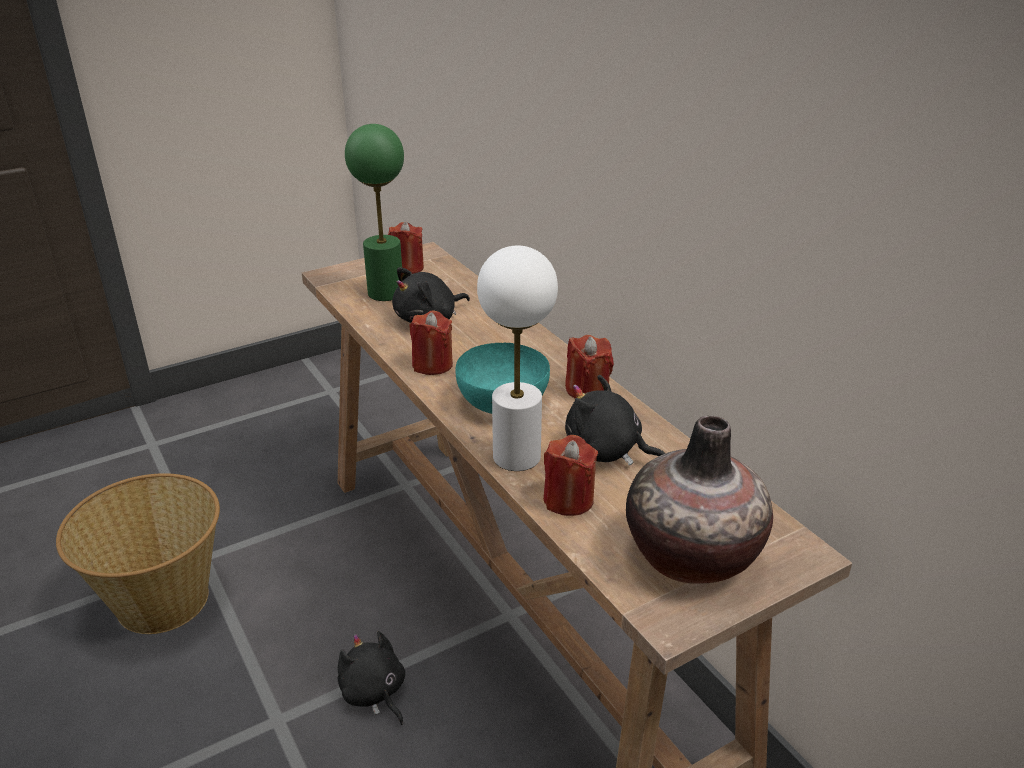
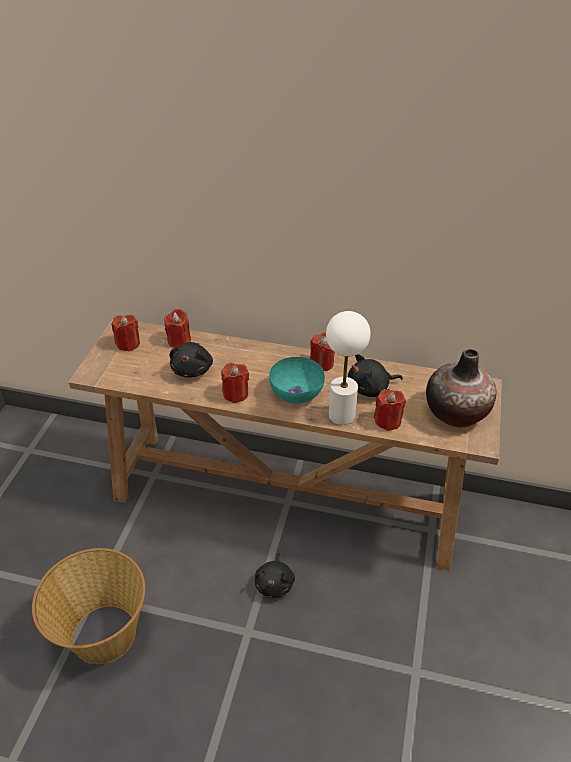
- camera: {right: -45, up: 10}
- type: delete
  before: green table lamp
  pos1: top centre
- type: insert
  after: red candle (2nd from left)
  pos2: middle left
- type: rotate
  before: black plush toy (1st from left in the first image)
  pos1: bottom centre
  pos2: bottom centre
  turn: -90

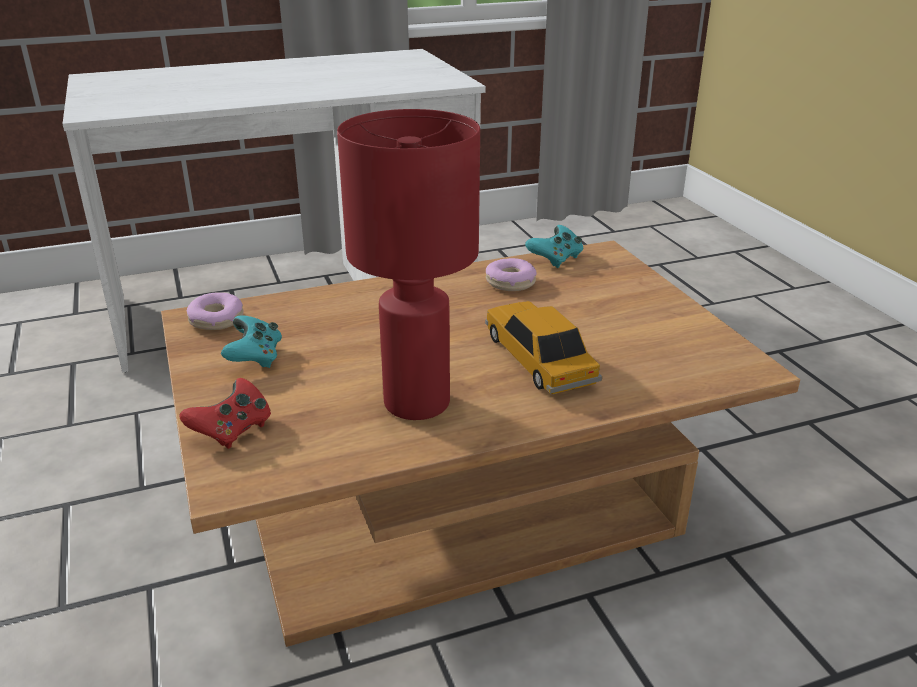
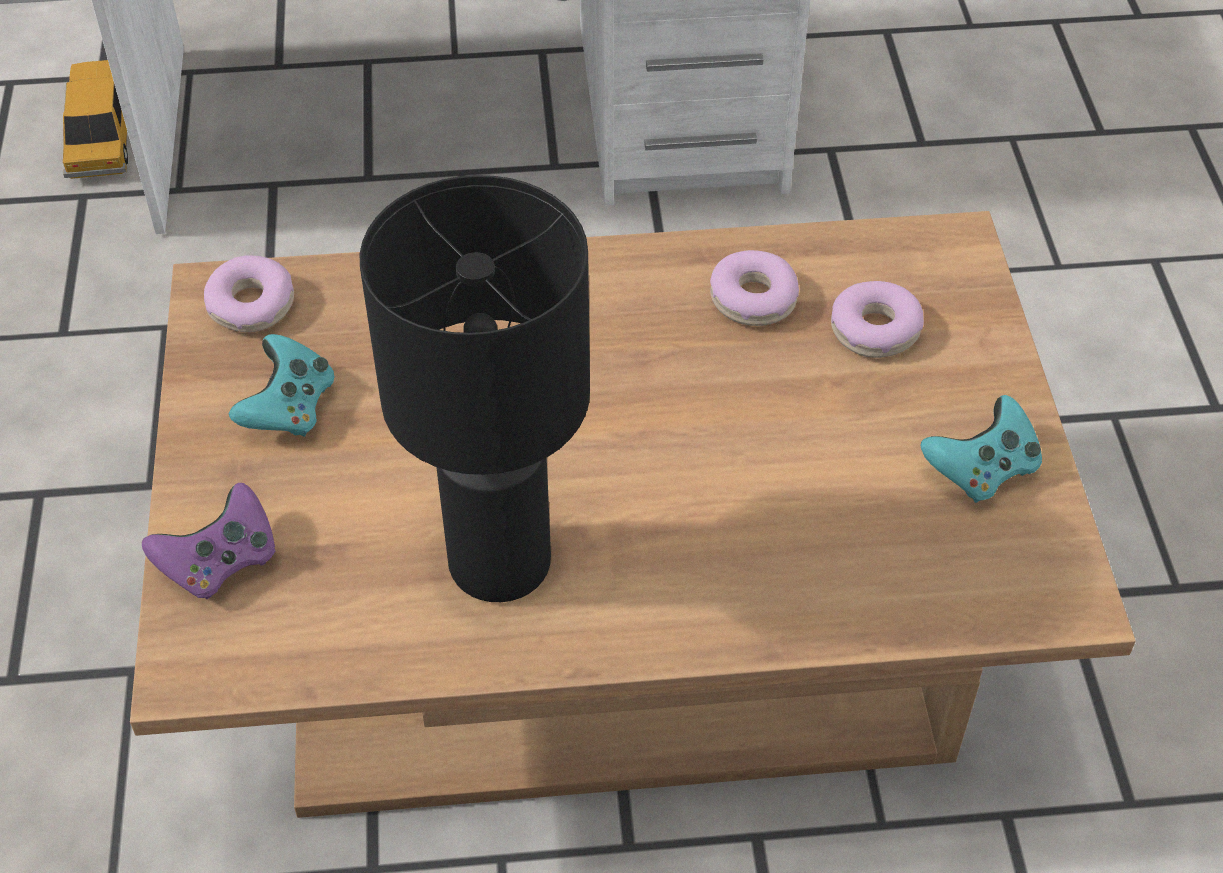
- camera: {right: 15, up: 20}
- type: insert
  after: donut (3rd from left)
  pos2: middle right
- type: move
  before: toy car
  pos1: centre
  pos2: top left
- type: move
  before: turquoise game controller (2nd from left)
  pos1: centre
  pos2: middle right
- type: recolor
  before: red game controller
  after: purple game controller
  pos1: middle left
  pos2: middle left
- type: recolor
  before: red table lamp
  after: black table lamp
  pos1: centre
  pos2: centre

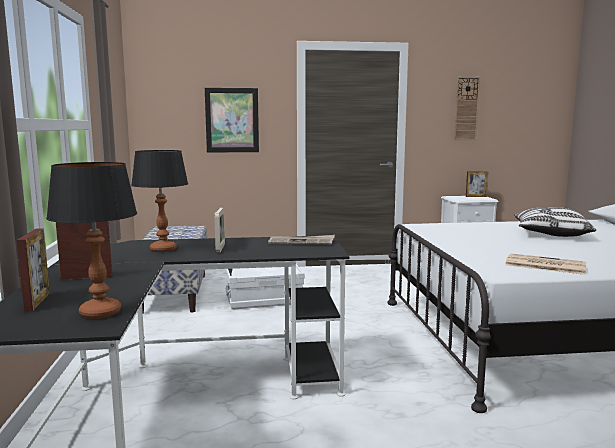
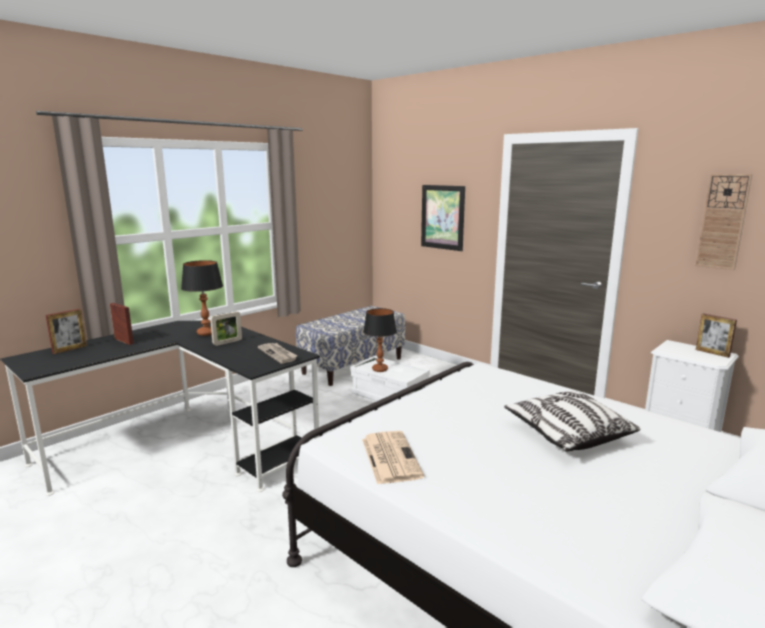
- camera: {right: 50, up: 5}
- type: move
  before: table lamp (1st from left in the first image)
  after: table lamp (2nd from left)
  pos1: middle left
  pos2: centre

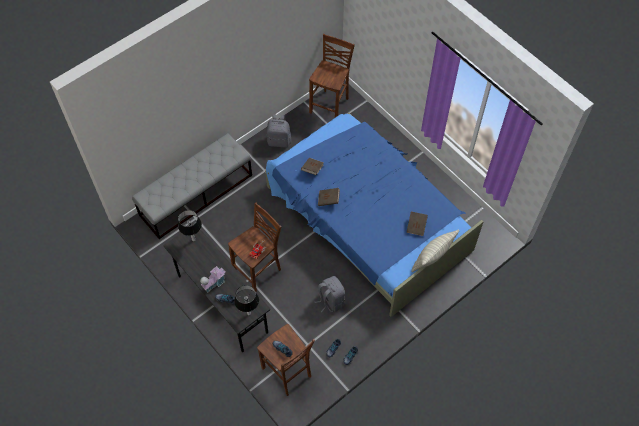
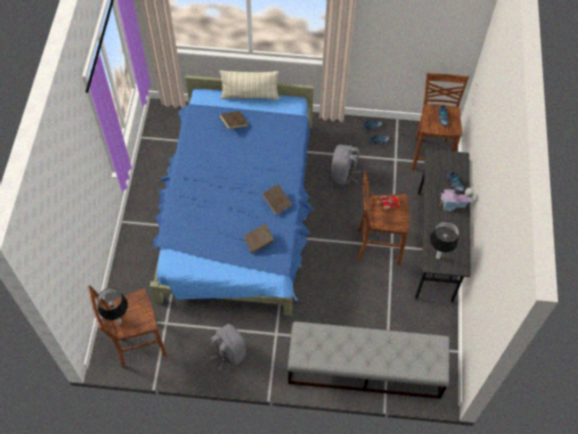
- camera: {right: -135, up: 0}
- type: move
  before: table lamp (2nd from left in the first image)
  after: table lamp (1st from left)
  pos1: bottom centre
  pos2: bottom left

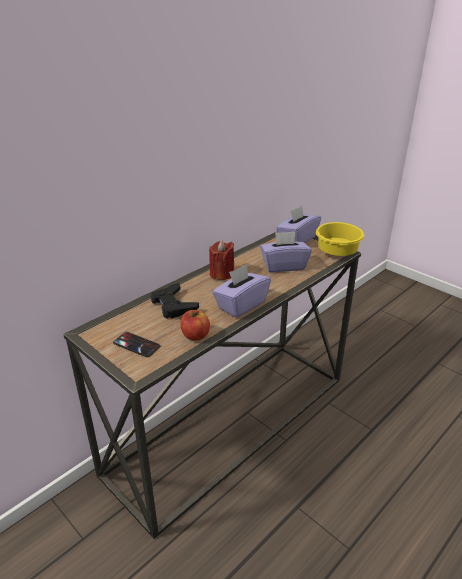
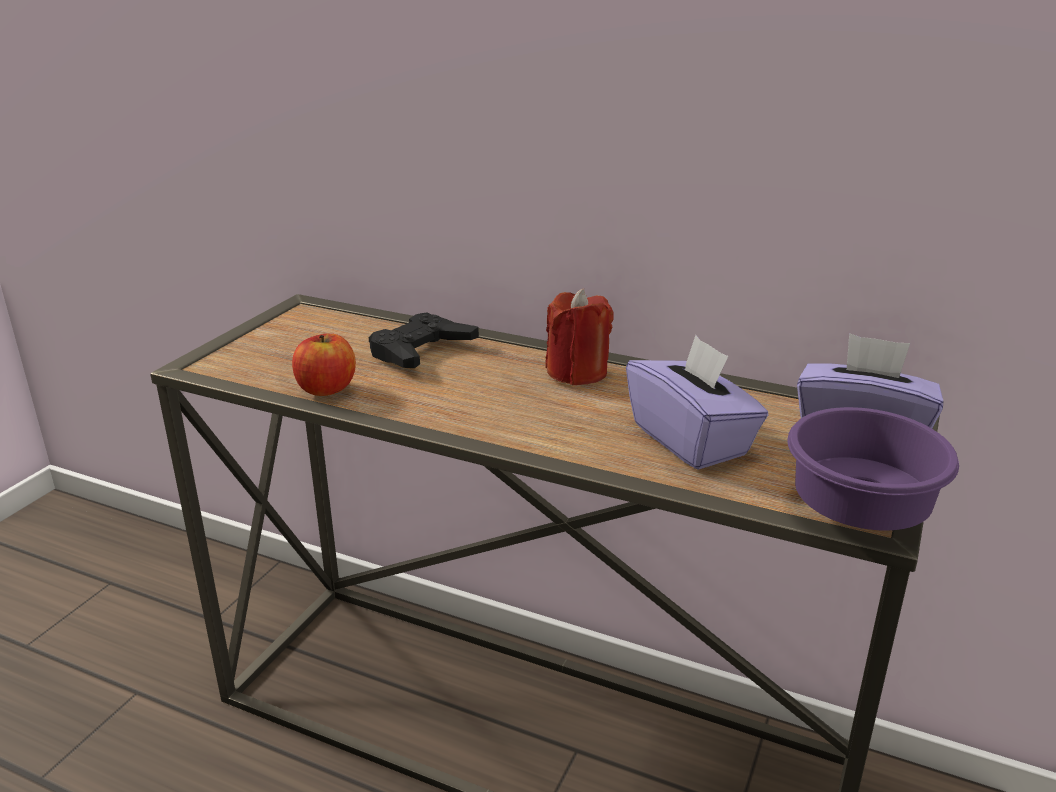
- camera: {right: 70, up: -5}
- type: delete
  before: phone
  pos1: middle left
- type: delete
  before: purple tissue box (1st from left)
  pos1: centre
- type: recolor
  before: yellow bowl
  after: purple bowl
  pos1: middle right
  pos2: middle right

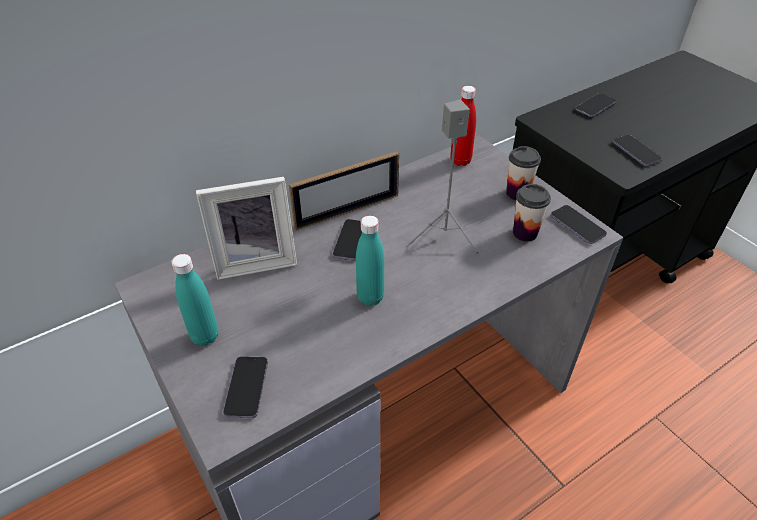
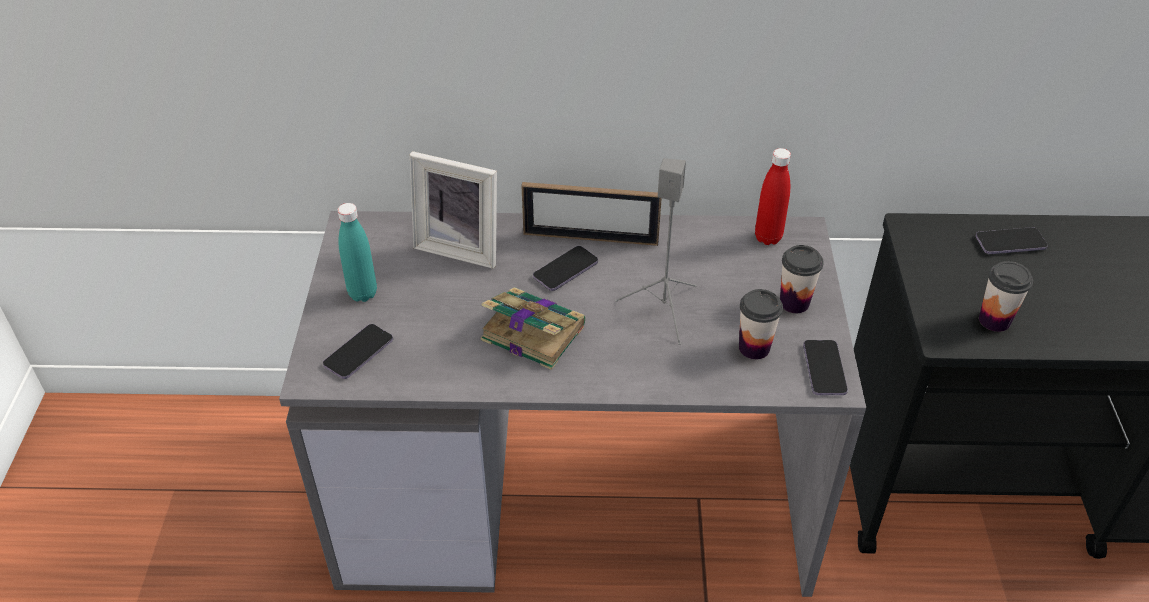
- camera: {right: 35, up: 0}
- type: replace
  before: turquoise bottle (2nd from left)
  after: book
  pos1: centre
  pos2: centre
- type: replace
  before: phone (5th from left)
  after: cup (3rd from left)
  pos1: top right
  pos2: middle right

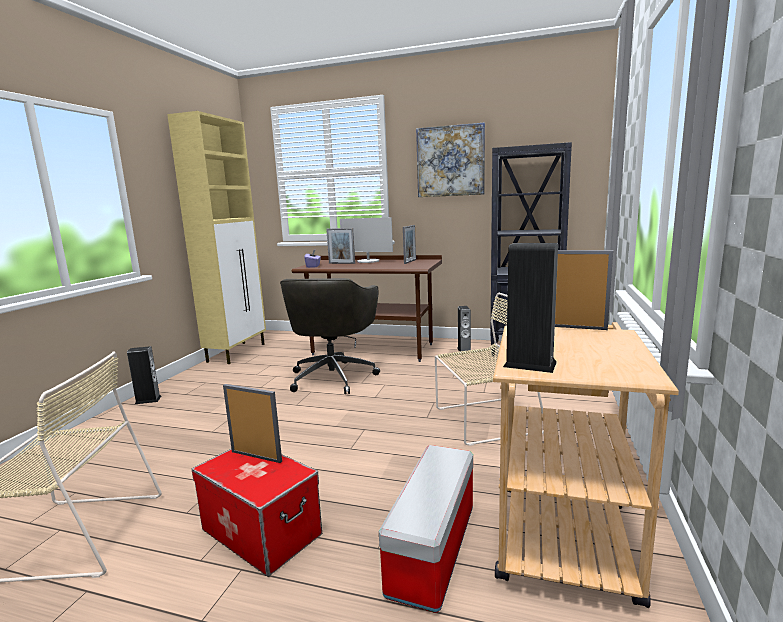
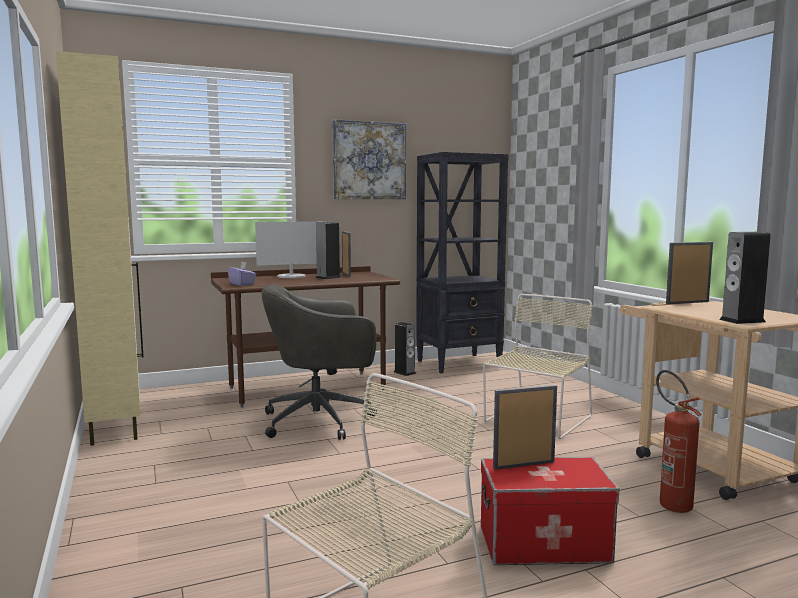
- camera: {right: -40, up: -5}
- type: delete
  before: picture frame (2nd from left)
  pos1: centre
- type: move
  before: speaker (1st from left)
  pos1: middle left
  pos2: centre
- type: replace
  before: storage box (2nd from left)
  after: fire extinguisher
  pos1: bottom centre
  pos2: bottom right
- type: rotate
  before: grey office chair
  pos1: centre
  pos2: centre
  turn: 105

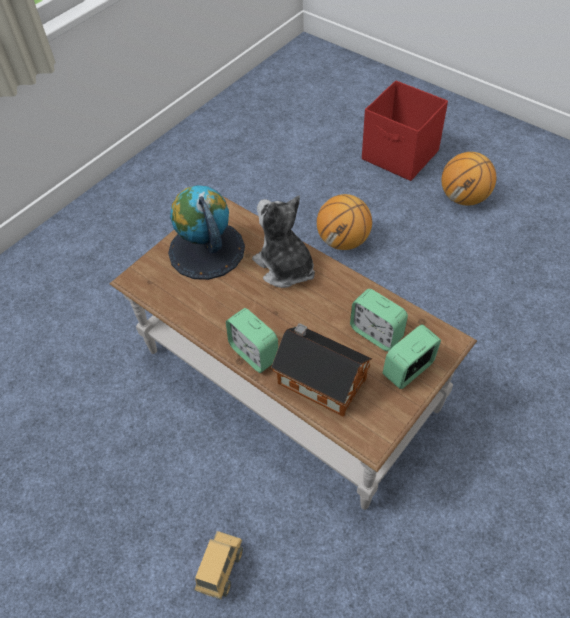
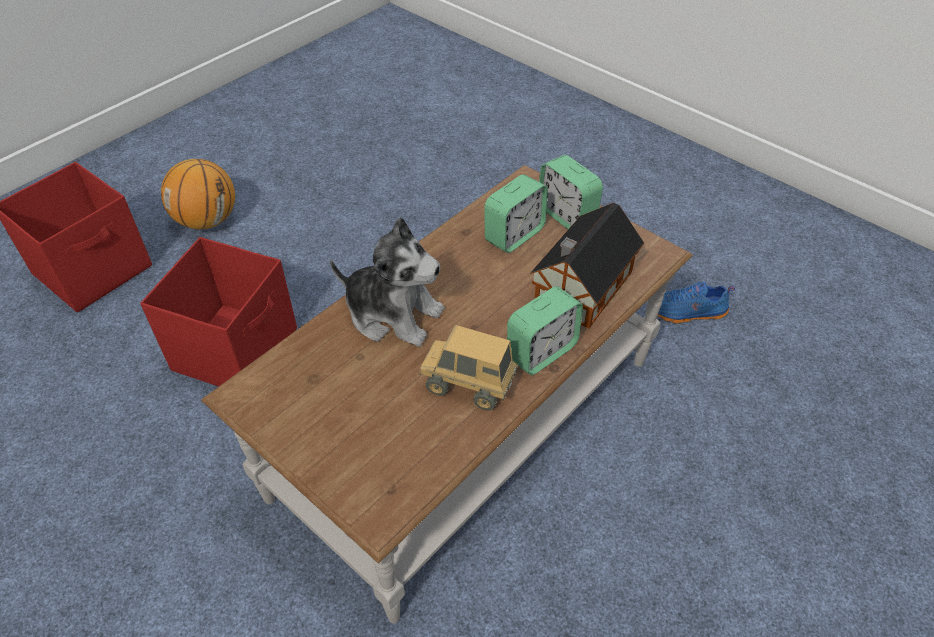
- camera: {right: -90, up: -5}
- type: delete
  before: globe
  pos1: centre
- type: insert
  after: blue shoe
  pos2: middle right
- type: move
  before: toy truck
  pos1: bottom centre
  pos2: centre
- type: replace
  before: basketball (1st from left)
  after: red storage box (2nd from left)
  pos1: centre
  pos2: middle left
- type: rotate
  before: plush toy
  pos1: centre
  pos2: centre
  turn: -120

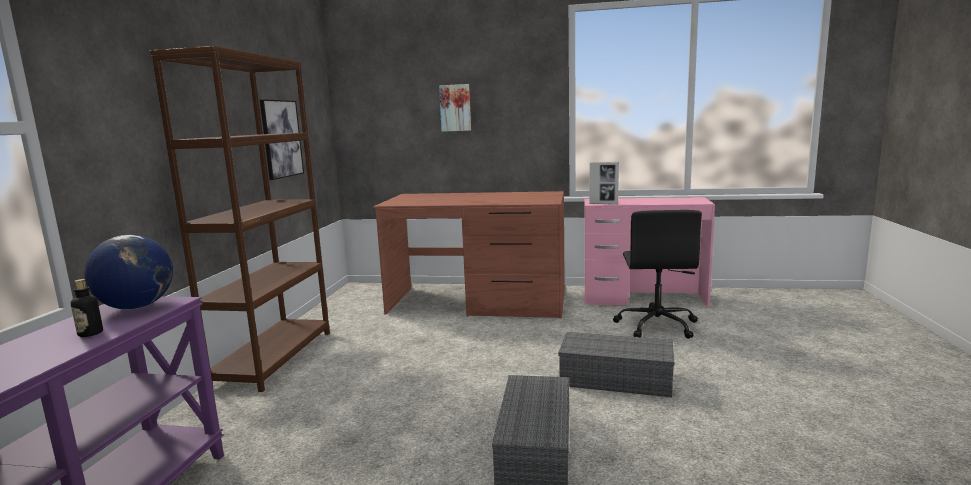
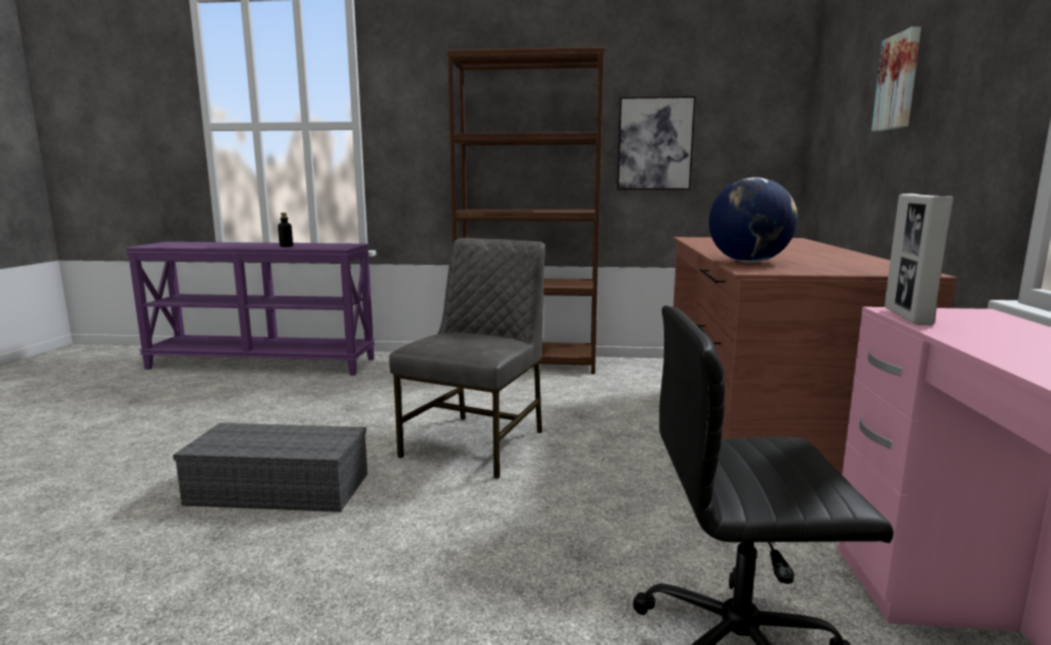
- camera: {right: 85, up: 0}
- type: delete
  before: grey storage box (2nd from left)
  pos1: bottom centre
- type: insert
  after: grey chair
  pos2: centre
- type: move
  before: globe
  pos1: middle left
  pos2: middle right

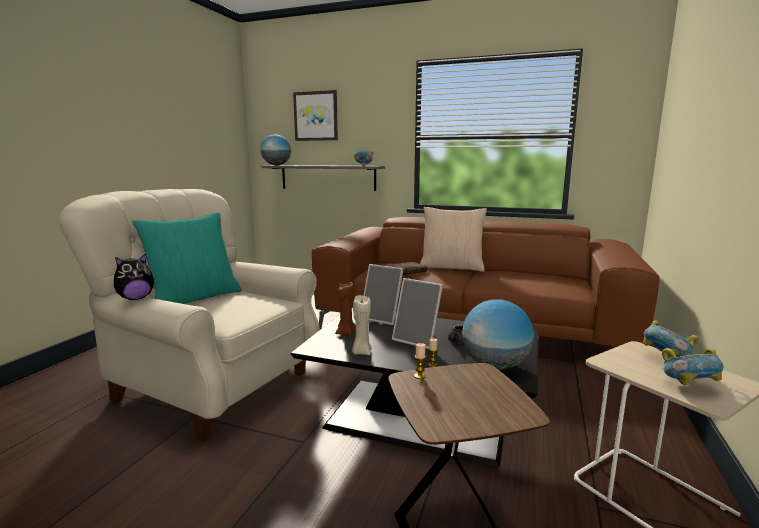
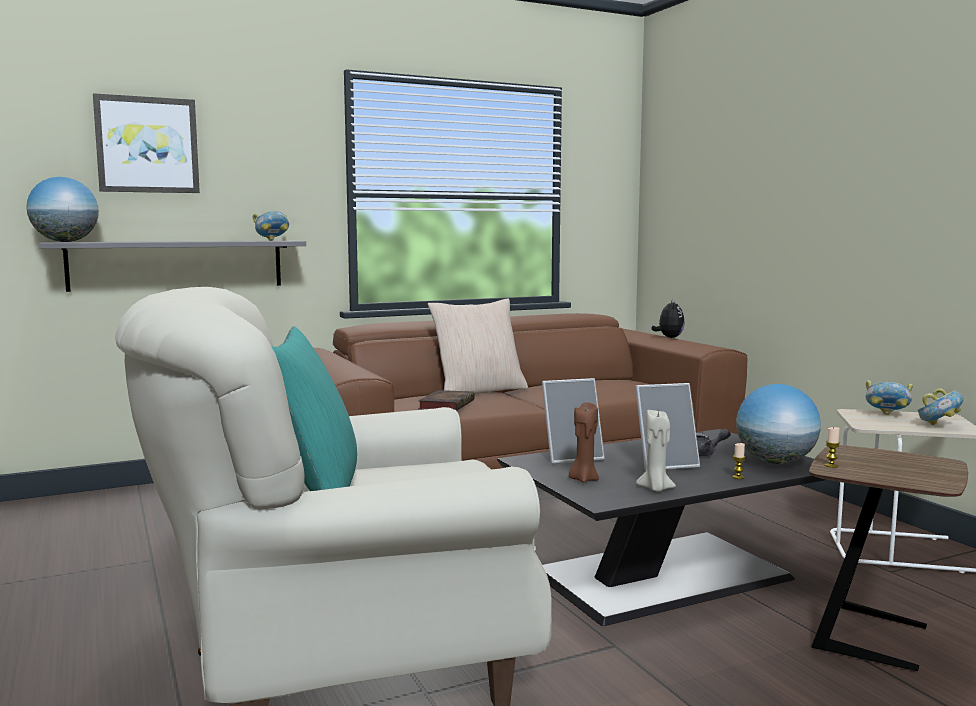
- camera: {right: -45, up: -5}
- type: move
  before: plush toy
  pos1: middle left
  pos2: middle right

